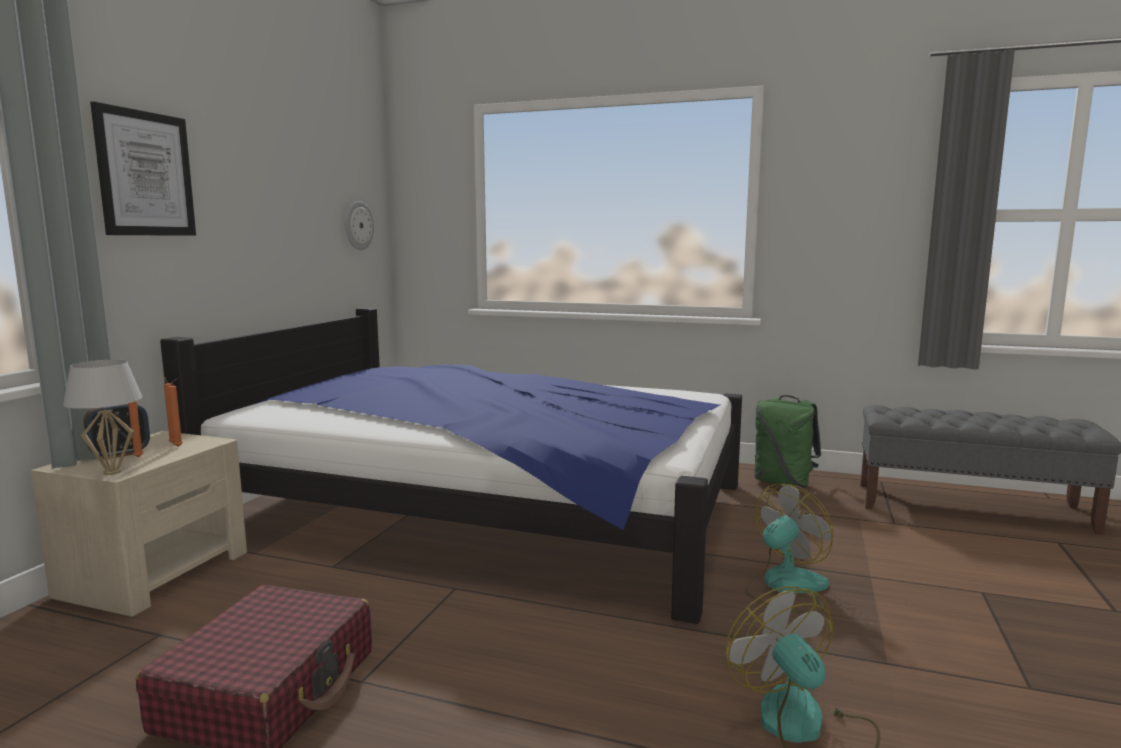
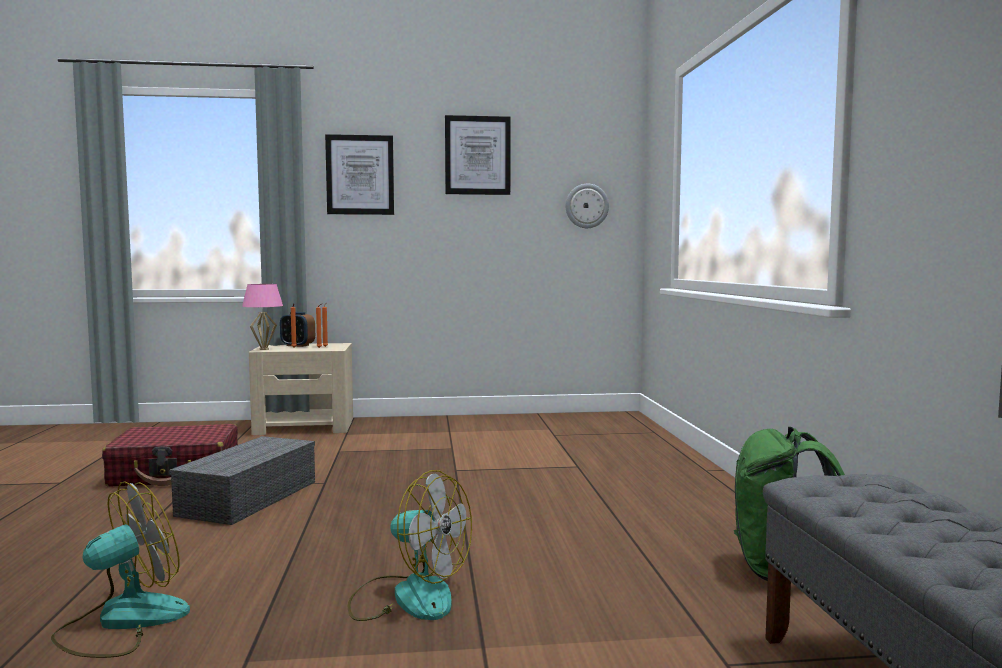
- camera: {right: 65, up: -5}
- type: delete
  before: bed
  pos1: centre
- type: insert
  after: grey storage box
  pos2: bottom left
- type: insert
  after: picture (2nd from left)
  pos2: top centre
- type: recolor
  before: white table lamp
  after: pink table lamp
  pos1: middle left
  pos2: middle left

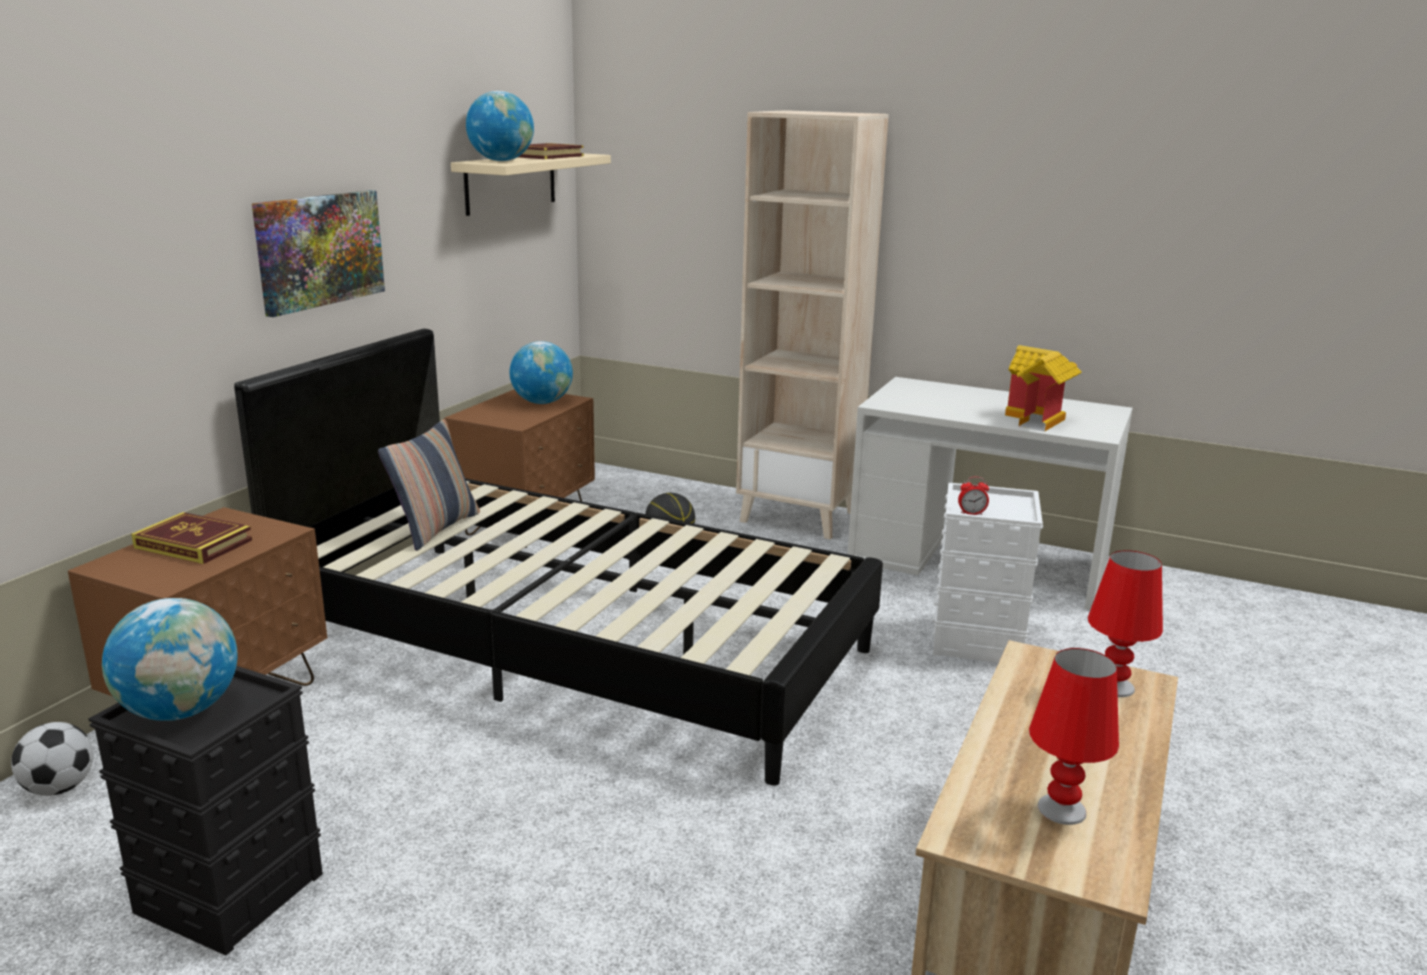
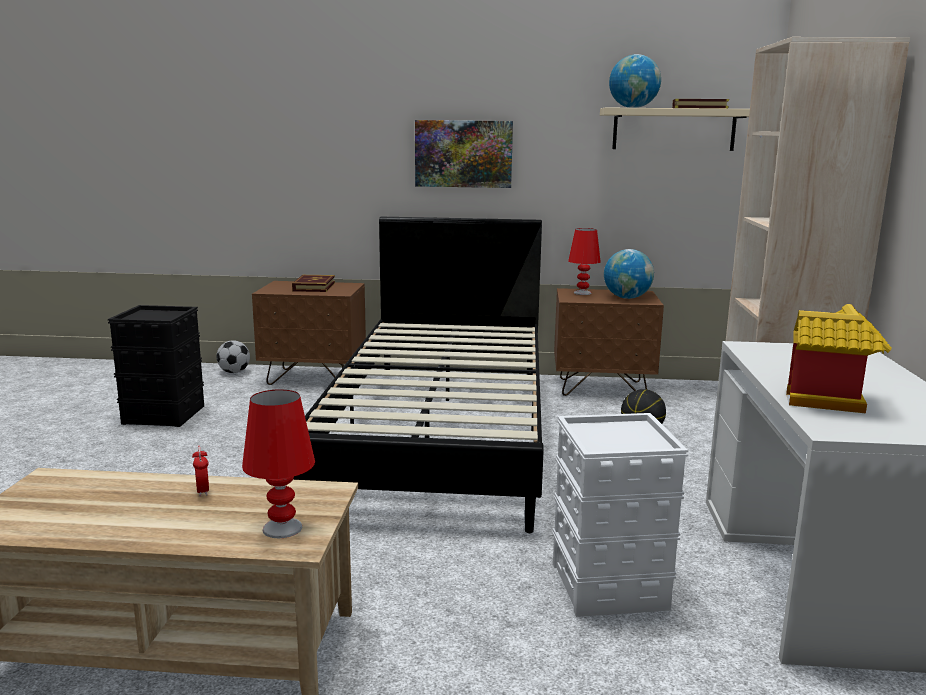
- camera: {right: 70, up: -5}
- type: delete
  before: globe (1st from left)
  pos1: bottom left
- type: delete
  before: pillow
  pos1: middle left
- type: move
  before: alarm clock
  pos1: middle right
  pos2: bottom left
- type: move
  before: red table lamp (1st from left in the first image)
  after: red table lamp (2nd from left)
  pos1: bottom right
  pos2: centre

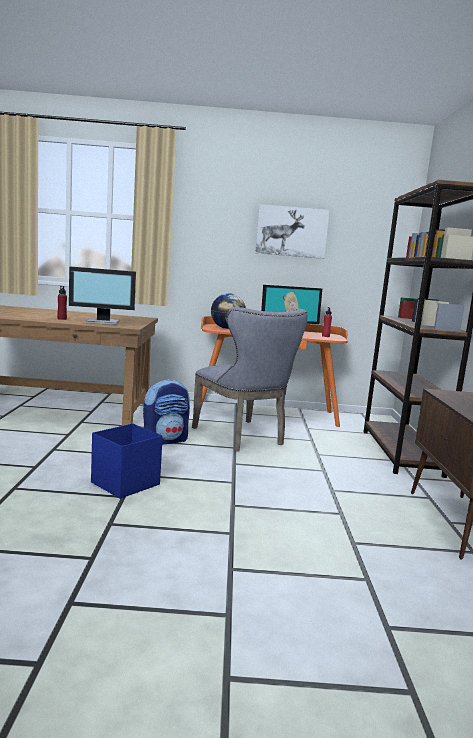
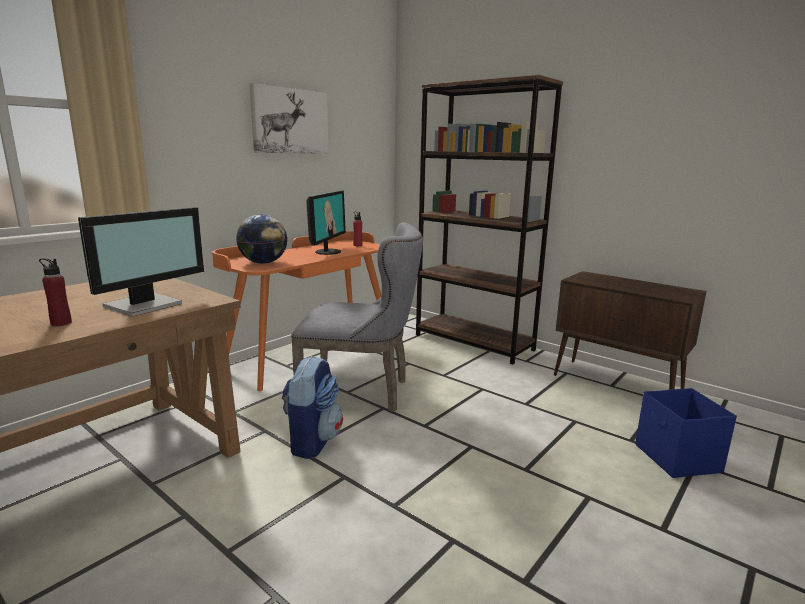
- camera: {right: -50, up: 5}
- type: move
  before: blue storage box
  pos1: middle left
  pos2: bottom right

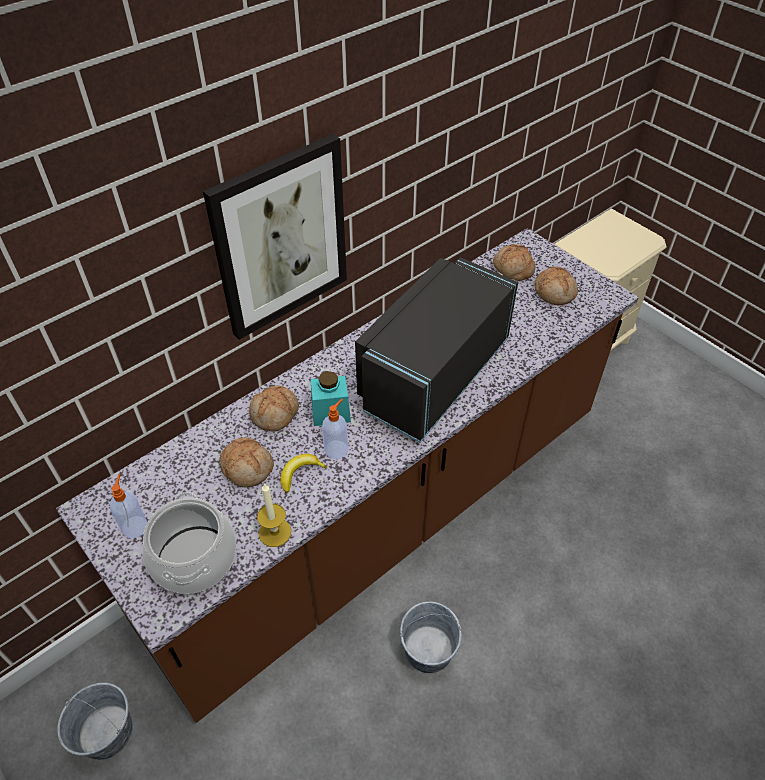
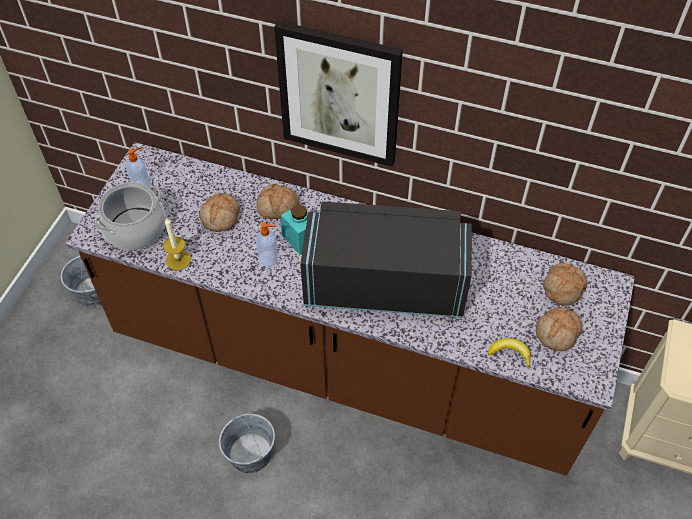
- camera: {right: 60, up: 5}
- type: move
  before: banana
  pos1: centre
  pos2: bottom right

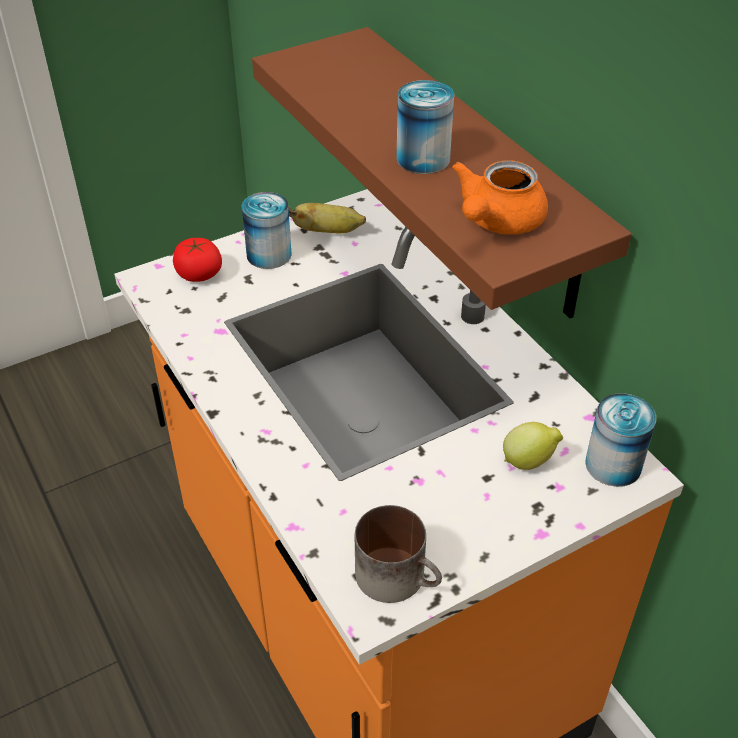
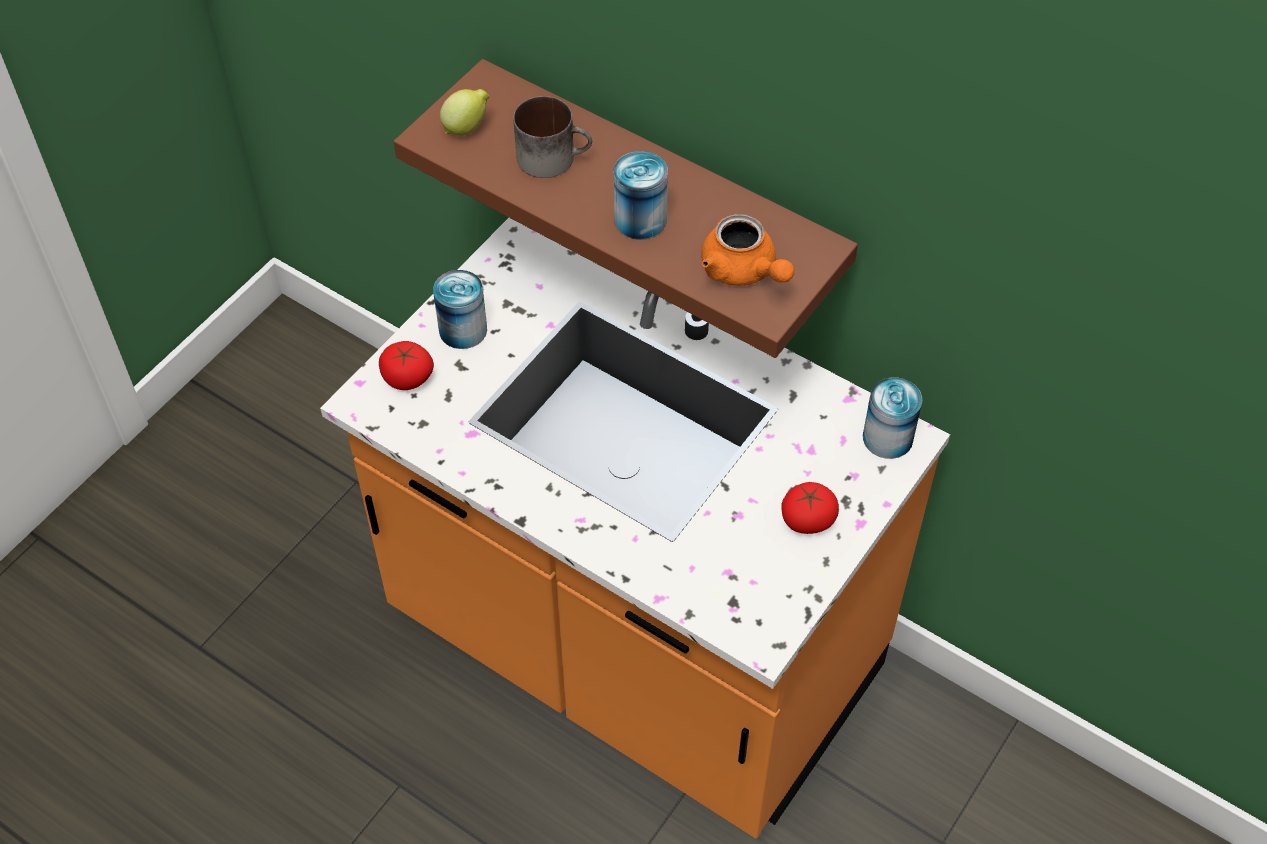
- camera: {right: -25, up: 10}
- type: delete
  before: banana
  pos1: top centre
- type: insert
  after: tomato (2nd from left)
  pos2: centre
- type: move
  before: mug
  pos1: bottom centre
  pos2: top centre
- type: move
  before: lemon
  pos1: middle right
  pos2: top centre
- type: rotate
  before: orange teapot
  pos1: top right
  pos2: top centre
  turn: -45

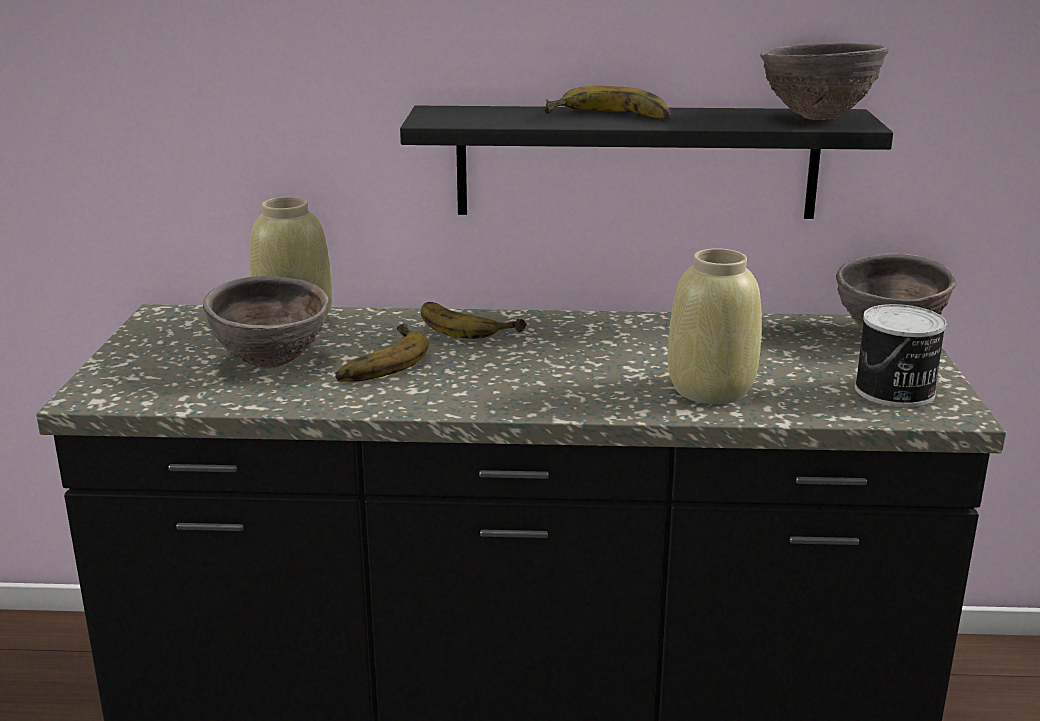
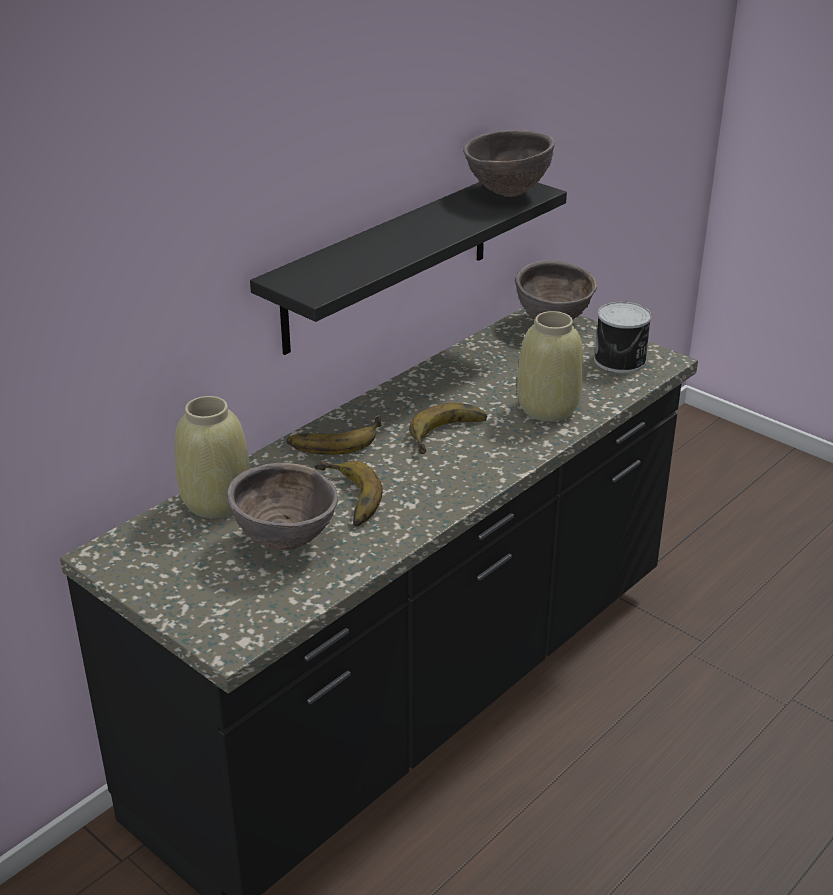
- camera: {right: -50, up: 10}
- type: move
  before: banana (3rd from left)
  pos1: top centre
  pos2: centre

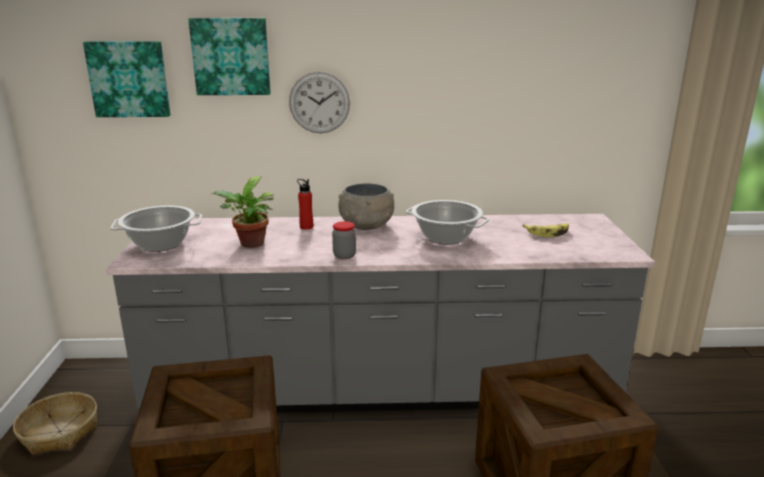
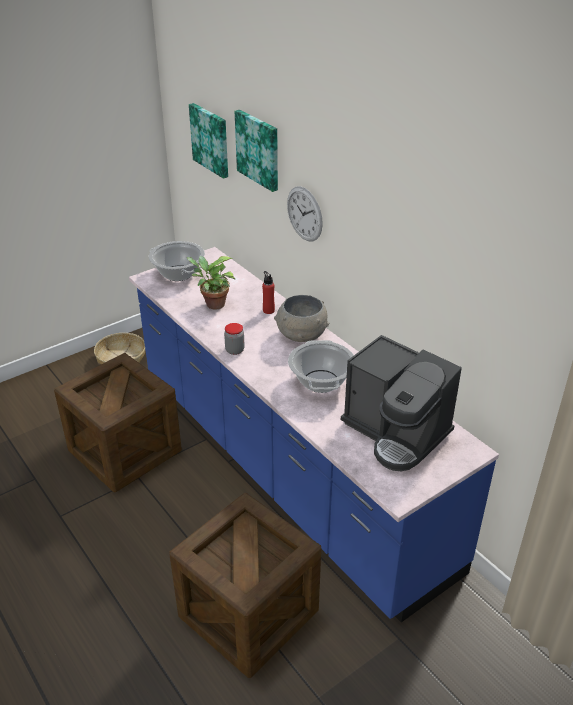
- camera: {right: 55, up: 15}
- type: replace
  before: banana
  after: coffee machine
  pos1: middle right
  pos2: middle right
- type: recolor
  before: grey counter
  after: blue counter
  pos1: centre
  pos2: centre

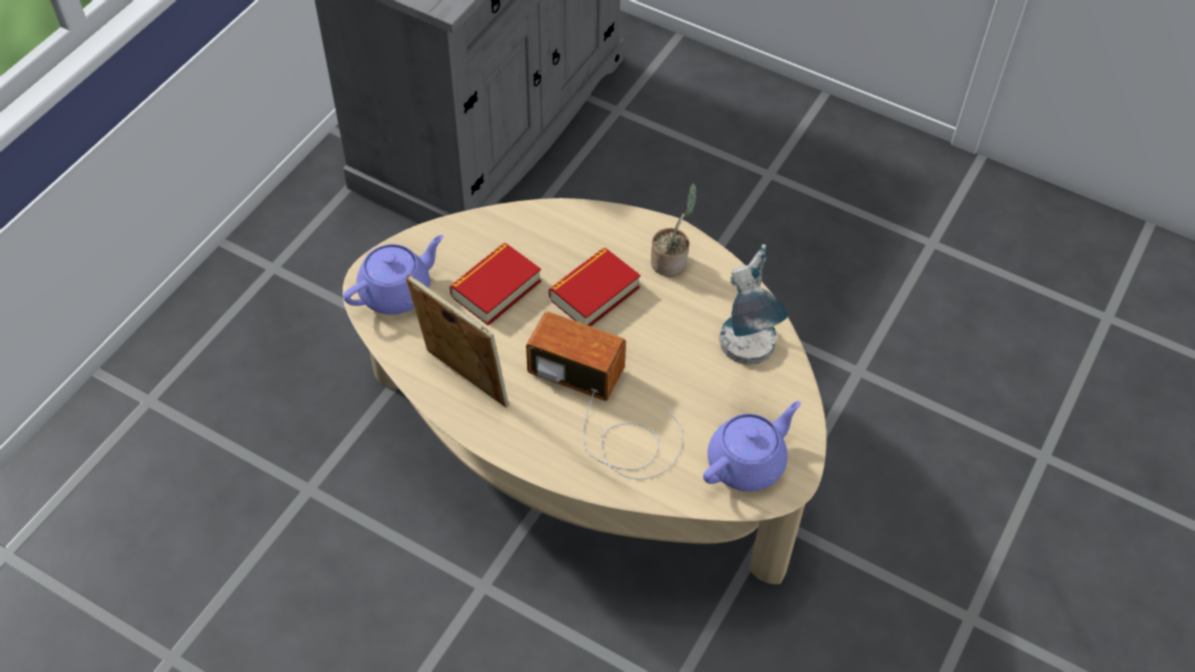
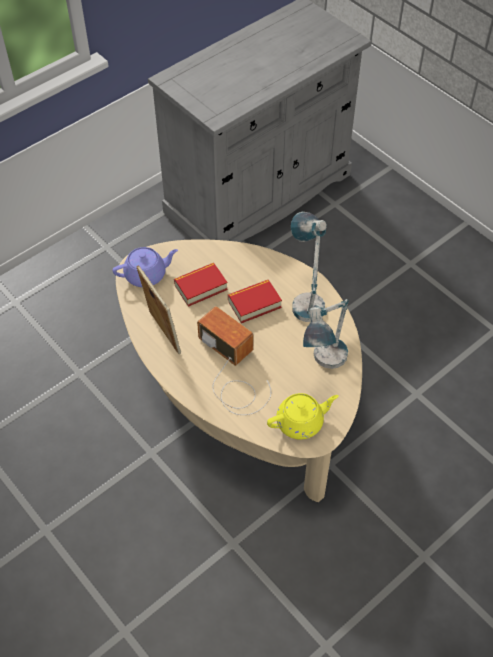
- camera: {right: 20, up: 0}
- type: replace
  before: potted plant
  after: table lamp (1st from left)
  pos1: centre
  pos2: centre
- type: recolor
  before: purple teapot (2nd from left)
  after: yellow teapot
  pos1: centre
  pos2: centre

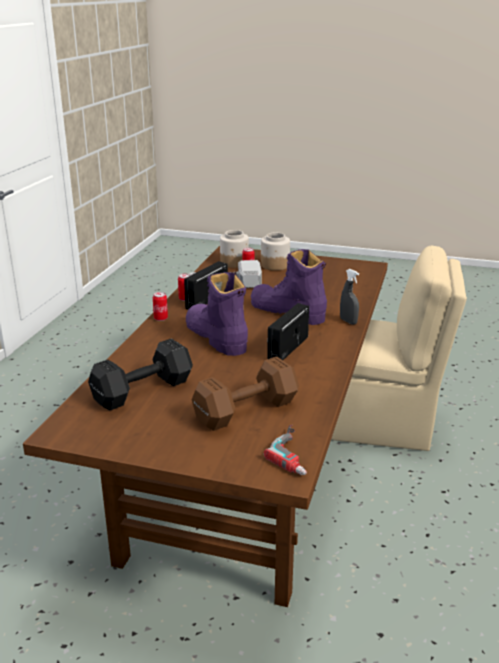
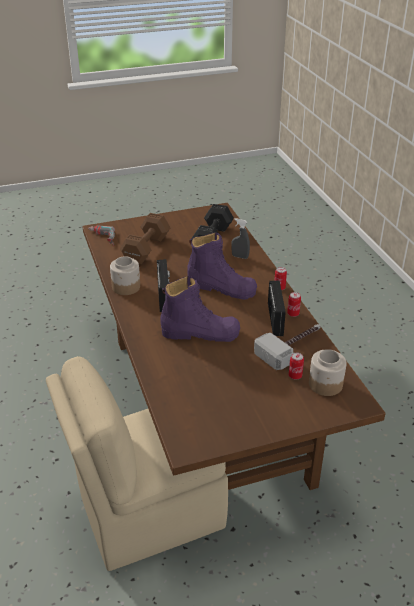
- camera: {right: 145, up: 10}
- type: move
  before: jar (2nd from left in the first image)
  after: jar (1st from left)
  pos1: centre
  pos2: middle left
- type: move
  before: grey spray bottle
  pos1: middle right
  pos2: centre

